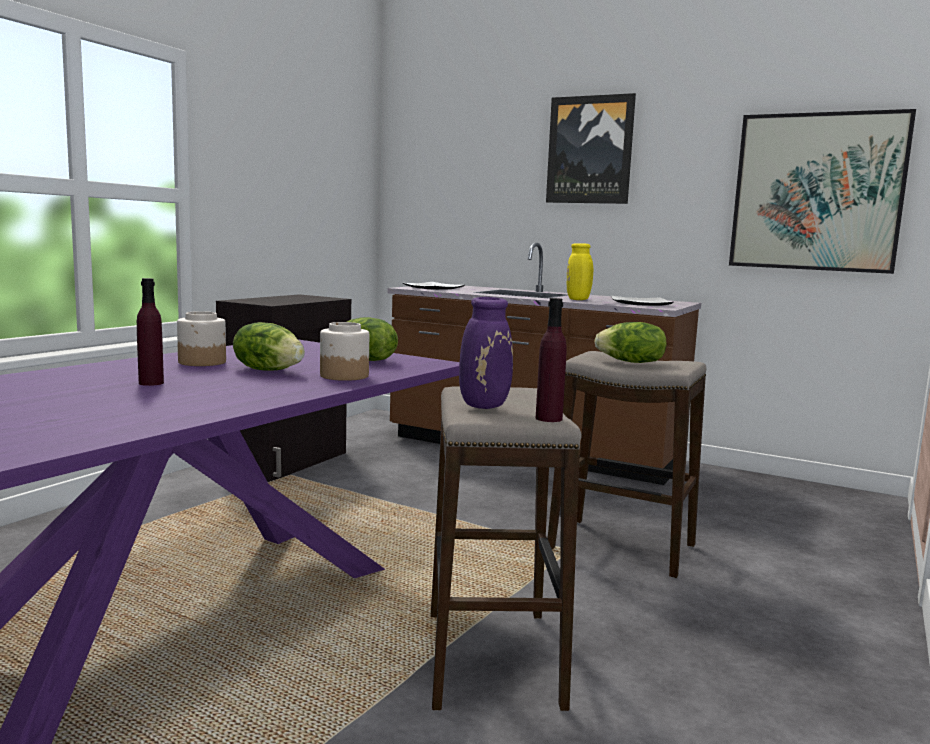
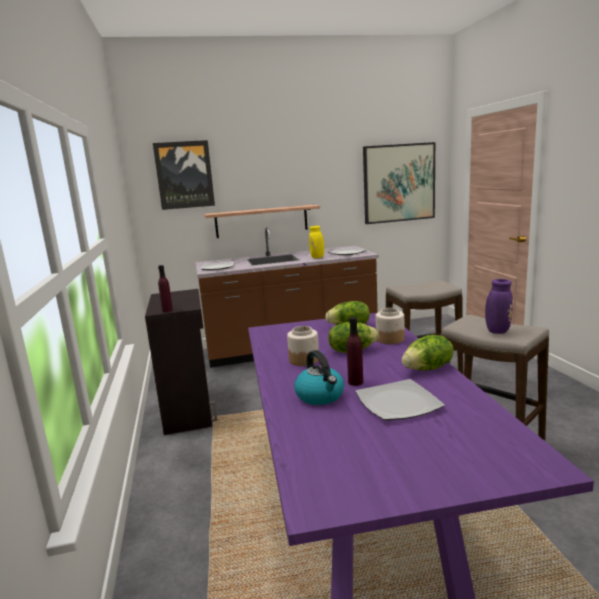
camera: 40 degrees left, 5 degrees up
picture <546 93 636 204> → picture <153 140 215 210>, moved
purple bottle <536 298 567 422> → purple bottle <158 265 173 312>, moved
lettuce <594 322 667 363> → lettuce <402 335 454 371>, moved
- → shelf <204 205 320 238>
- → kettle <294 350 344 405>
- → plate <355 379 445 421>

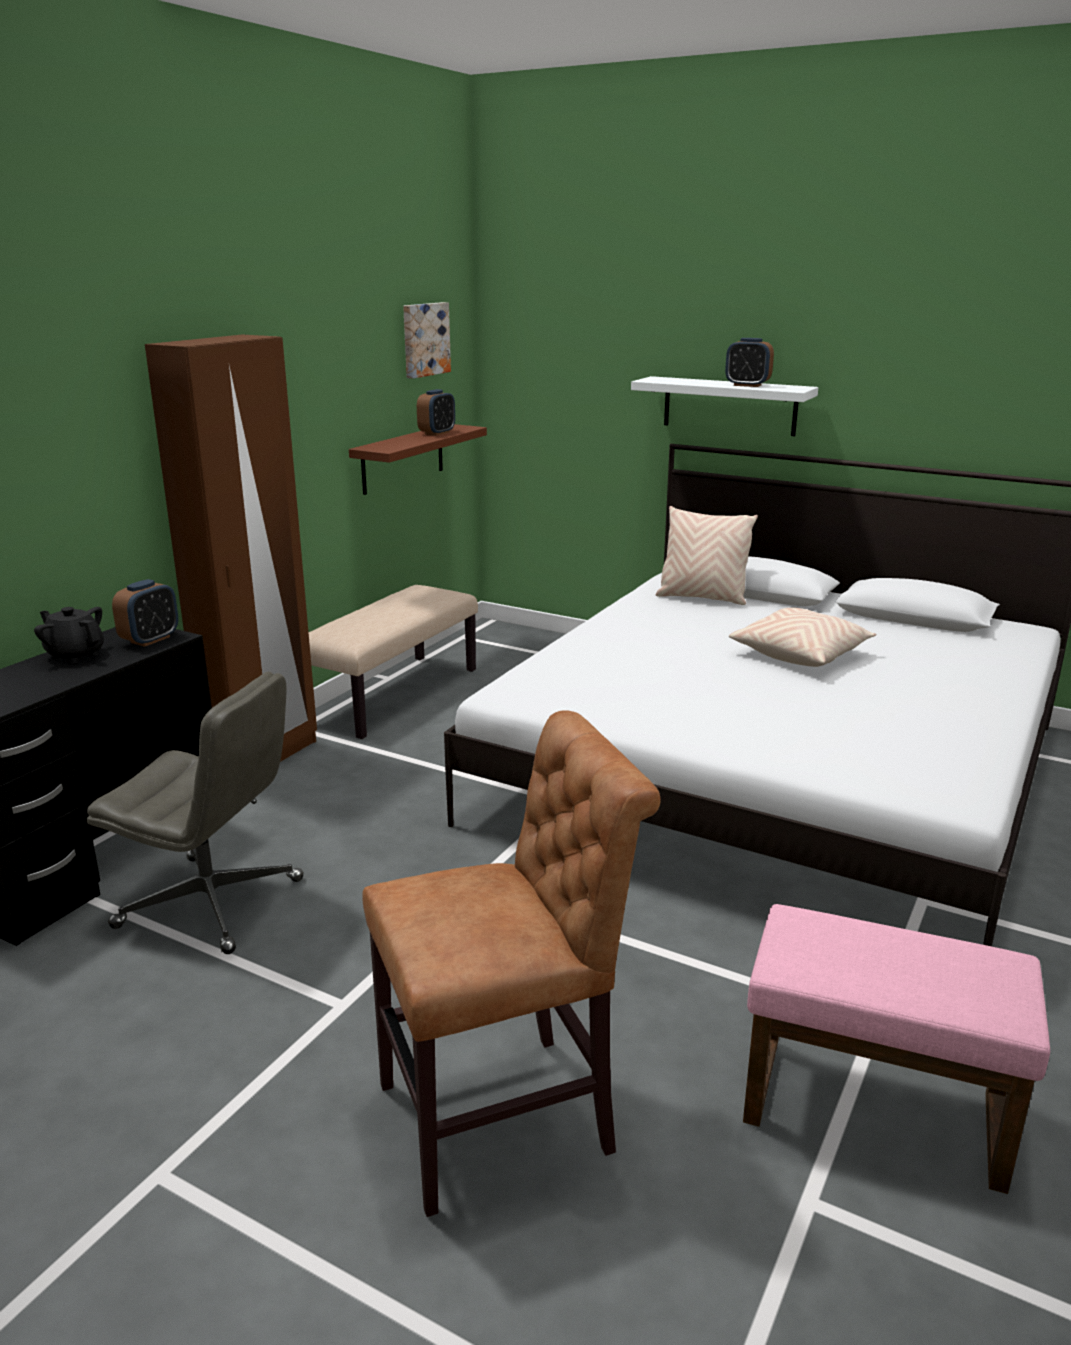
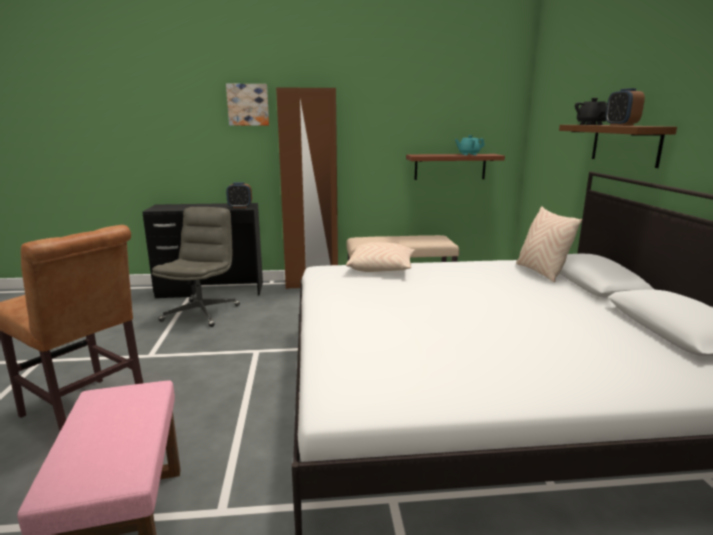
camera: 55 degrees right, 5 degrees down
picture <403 302 451 379> → picture <226 84 269 126>, moved
white shelf <631 376 818 436> → brown shelf <559 125 677 168>
alarm clock <417 389 455 436> → turquoise teapot <455 135 485 155>
black teapot <34 607 104 664> → black teapot <575 98 607 125>, moved
beige pillow <729 608 876 667> → beige pillow <346 242 416 272>, moved
grey office chair <87 672 303 954> → grey office chair <152 207 240 327>, 150 degrees counterclockwise

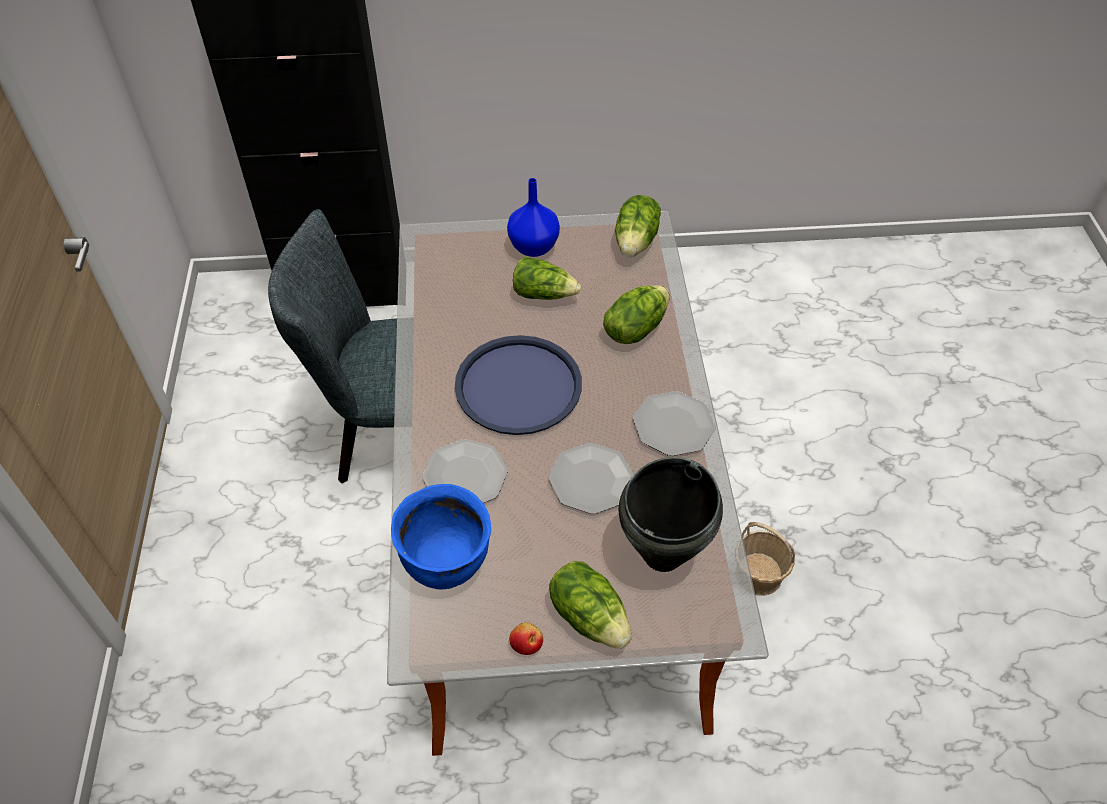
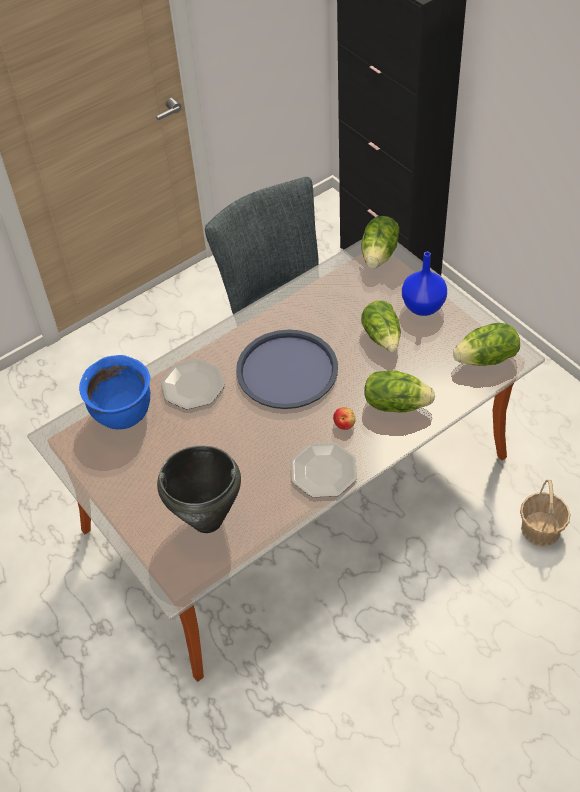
camera: 60 degrees right, 0 degrees up
plate <549 443 634 514> → -
basket <742 522 795 596> → basket <520 480 570 547>, moved
lettuce <549 561 632 649> → lettuce <361 216 399 268>, moved
apple <509 623 543 655> → apple <333 408 356 430>, moved

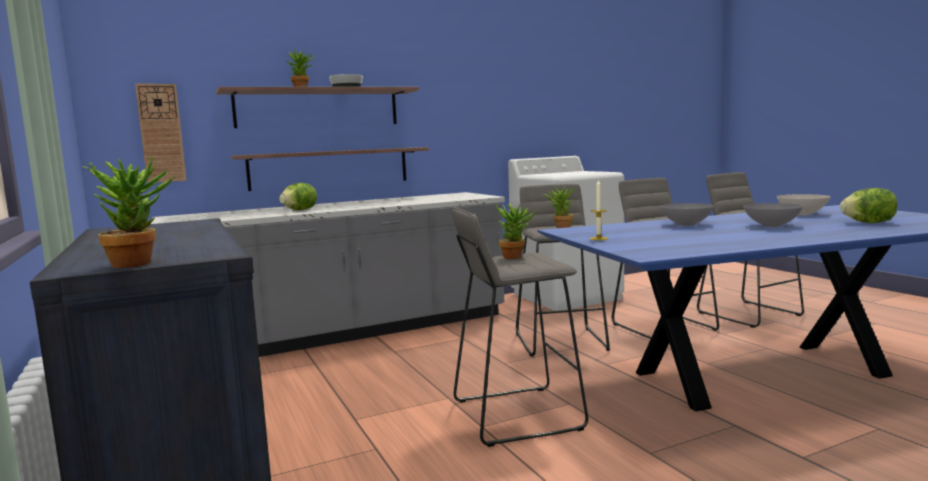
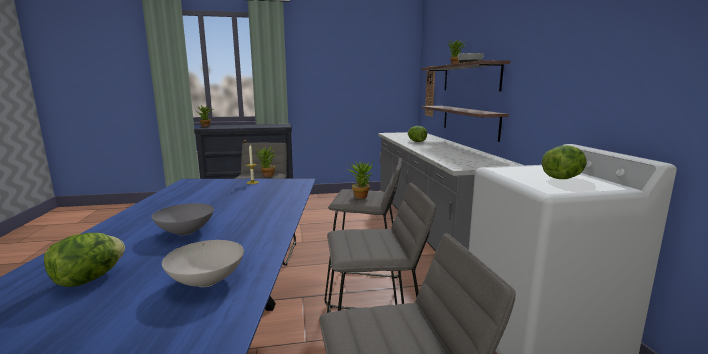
camera: 105 degrees right, 5 degrees up
grey bowl <660 203 714 226> → -
- → lettuce <542 145 587 179>

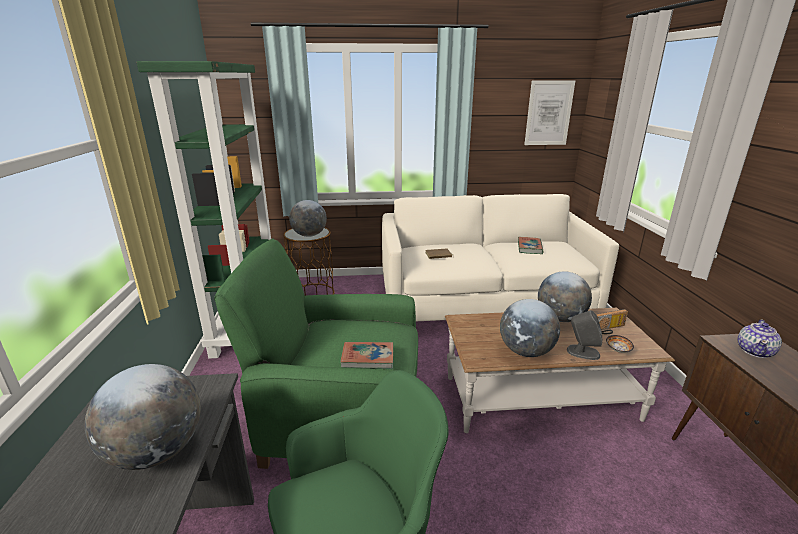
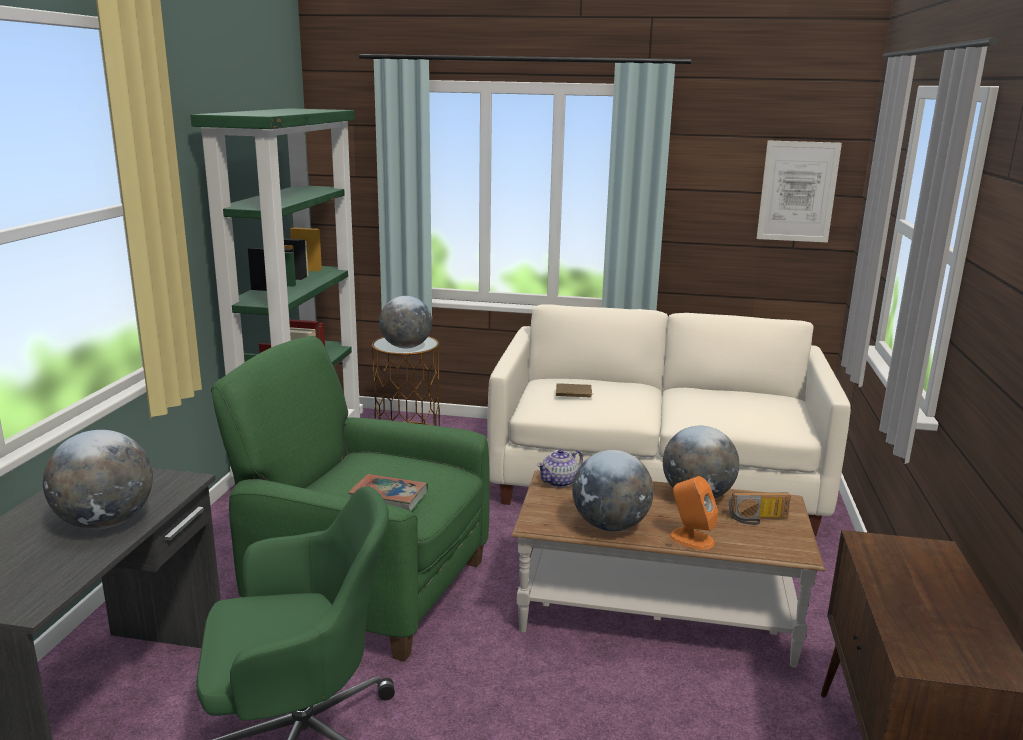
camera: 15 degrees right, 5 degrees down
book <518 237 544 254> → -
grey speaker <567 310 602 360> → orange speaker <669 476 718 550>
teapot <737 320 782 358> → teapot <537 449 583 488>, moved
bowl <606 335 634 353> → -

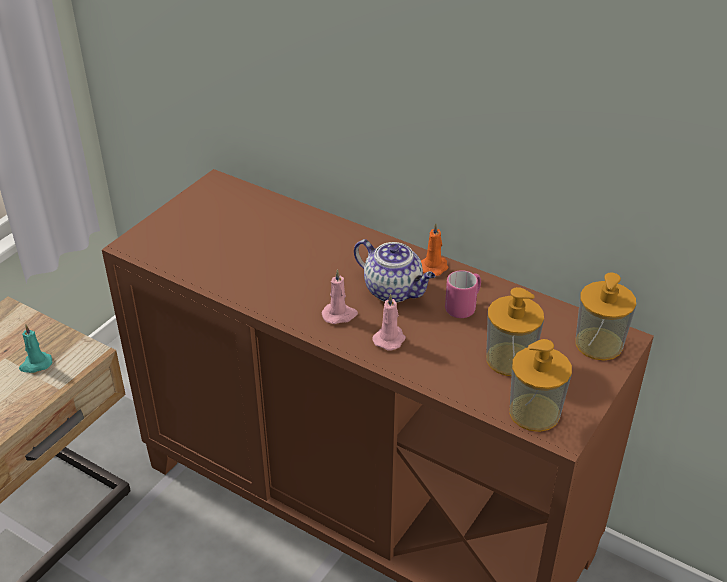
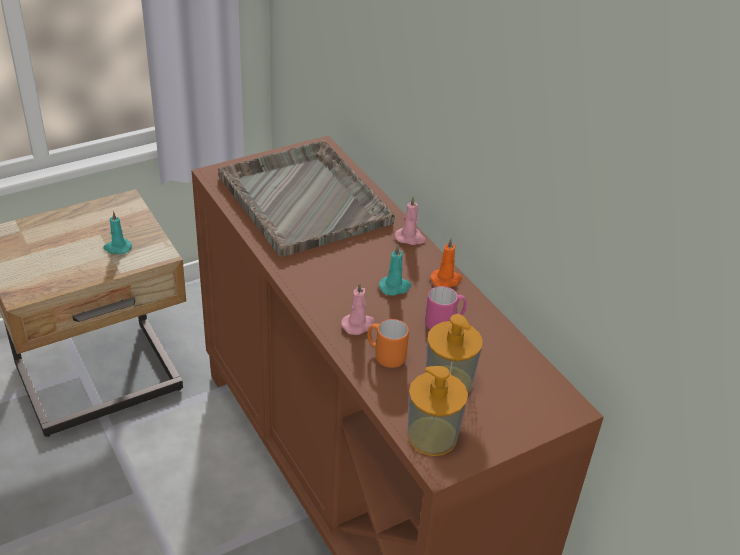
camera: 25 degrees right, 0 degrees up
teapot <354 239 435 303> → turquoise candle <379 245 412 296>
pink candle <322 269 358 324> → pink candle <395 196 426 245>, moved
soap dispenser <576 272 636 360> → -
- → grey tray <218 141 395 257>
- → orange mug <367 319 409 368>

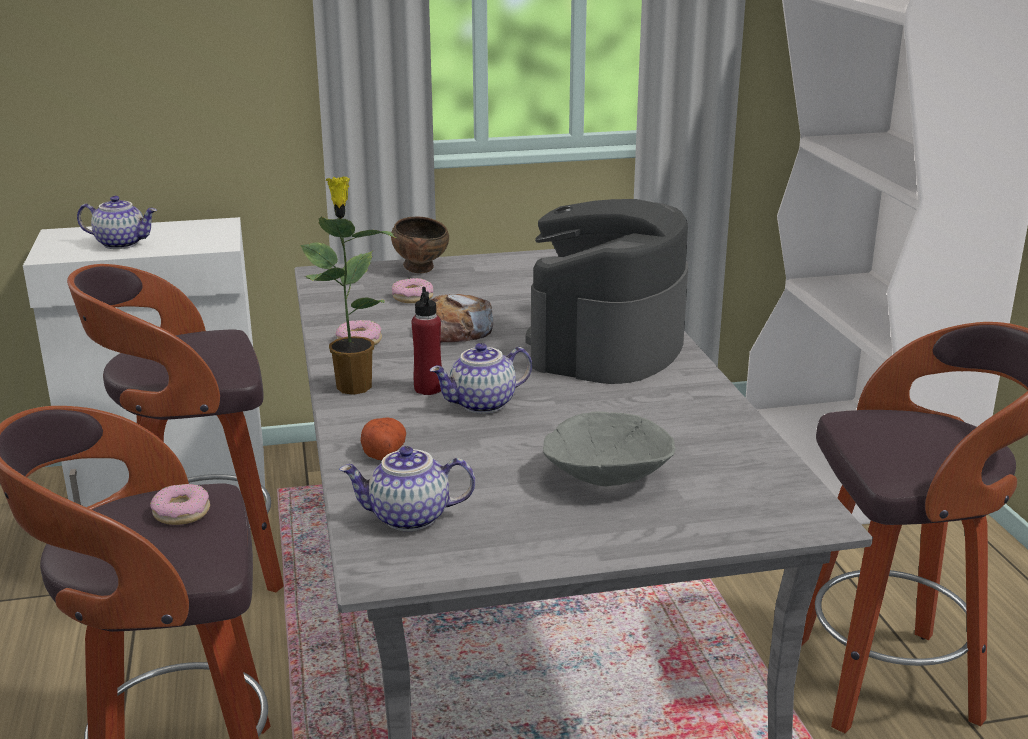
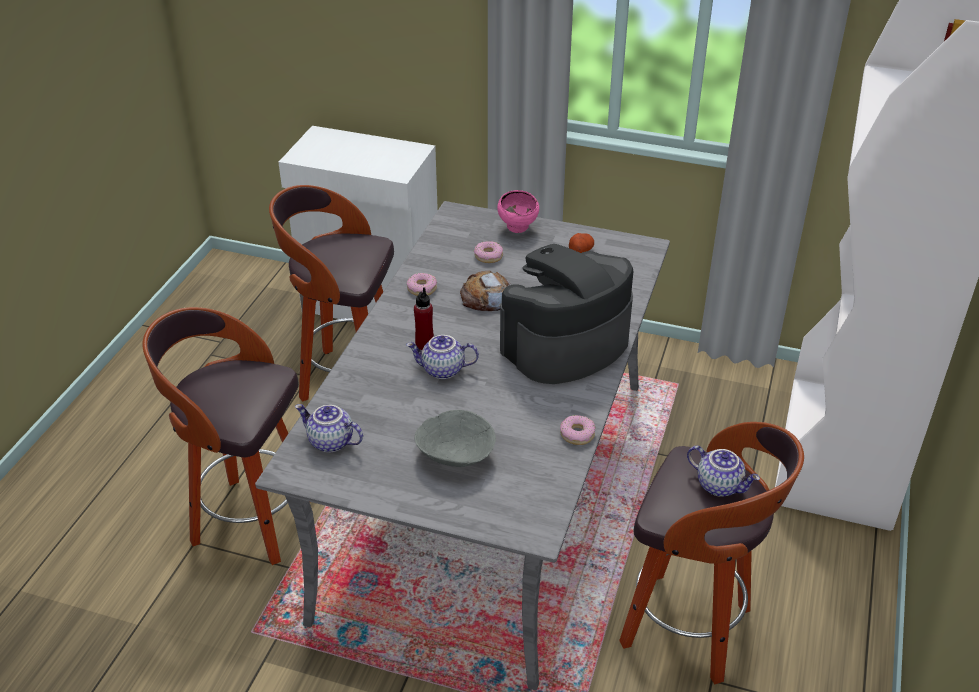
camera: 30 degrees right, 15 degrees up
potted plant <300 176 396 395> → -
teapot <77 196 157 249> → teapot <687 446 760 497>, moved
brown bowl <391 216 449 273> → pink bowl <497 190 539 233>
potato <361 418 406 460> → potato <569 233 594 253>, moved
donut <150 484 210 525> → donut <560 415 595 445>, moved

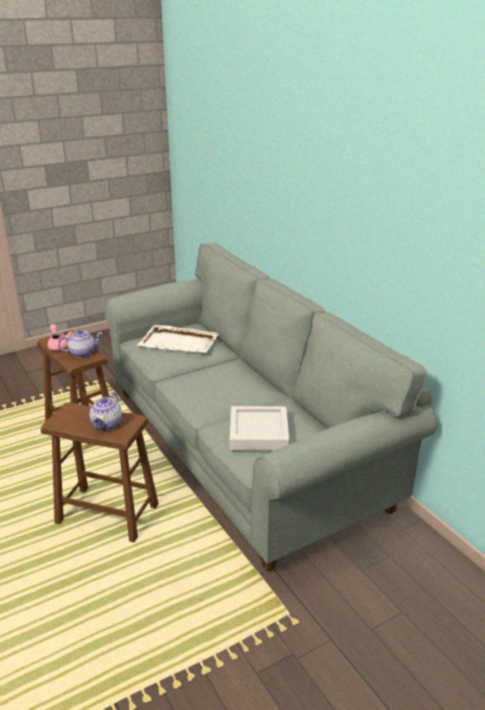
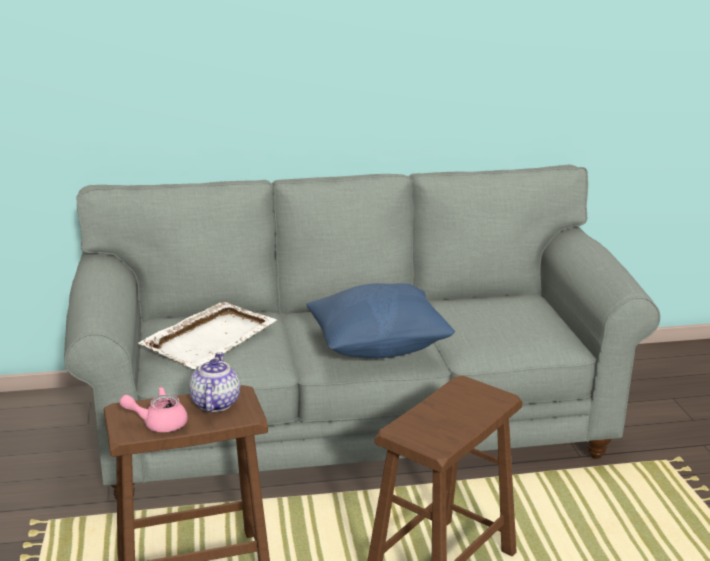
camera: 70 degrees left, 5 degrees down
teapot <89 392 122 430> → -
grey tray <230 406 290 451> → -
- → blue pillow <306 283 455 358>

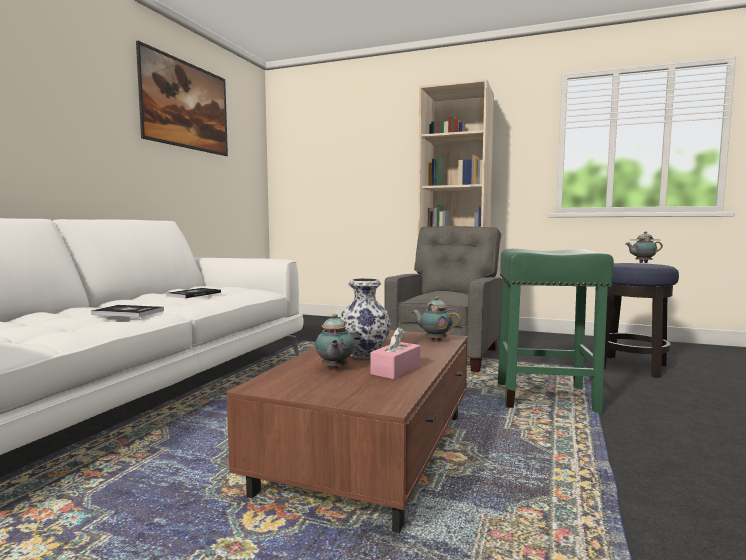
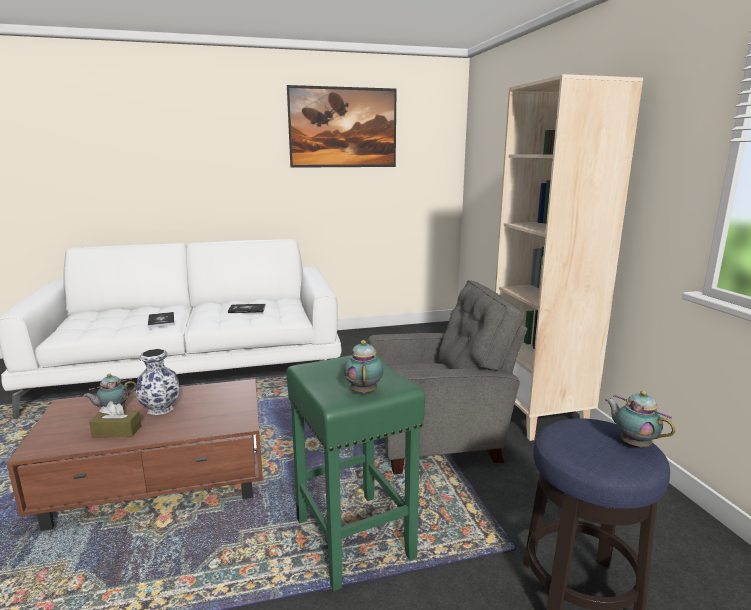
camera: 55 degrees right, 10 degrees up
teapot <412 296 461 341> → teapot <344 340 383 394>, moved
pink tissue box <370 327 420 379> → brown tissue box <89 401 142 437>

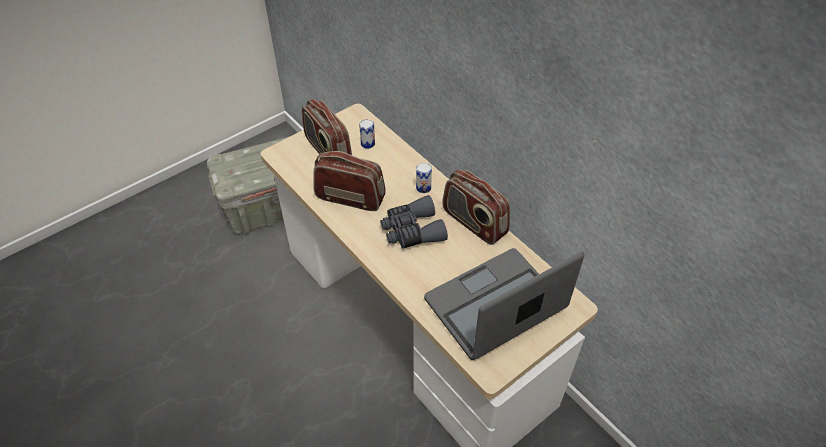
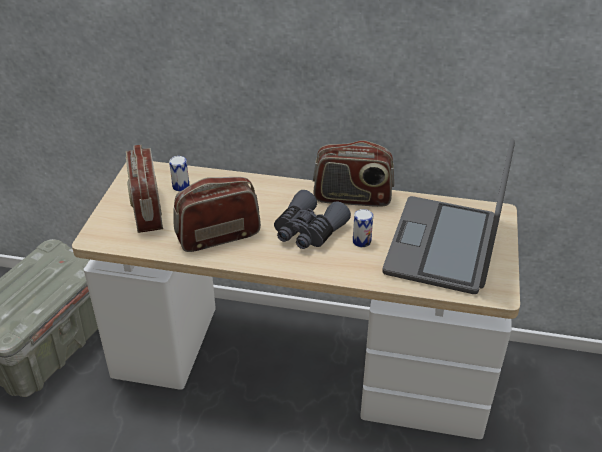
camera: 40 degrees left, 10 degrees down
radio <302 99 352 155> → radio <126 145 163 233>, 60 degrees clockwise
can <416 163 432 193> → can <353 209 373 247>, moved

